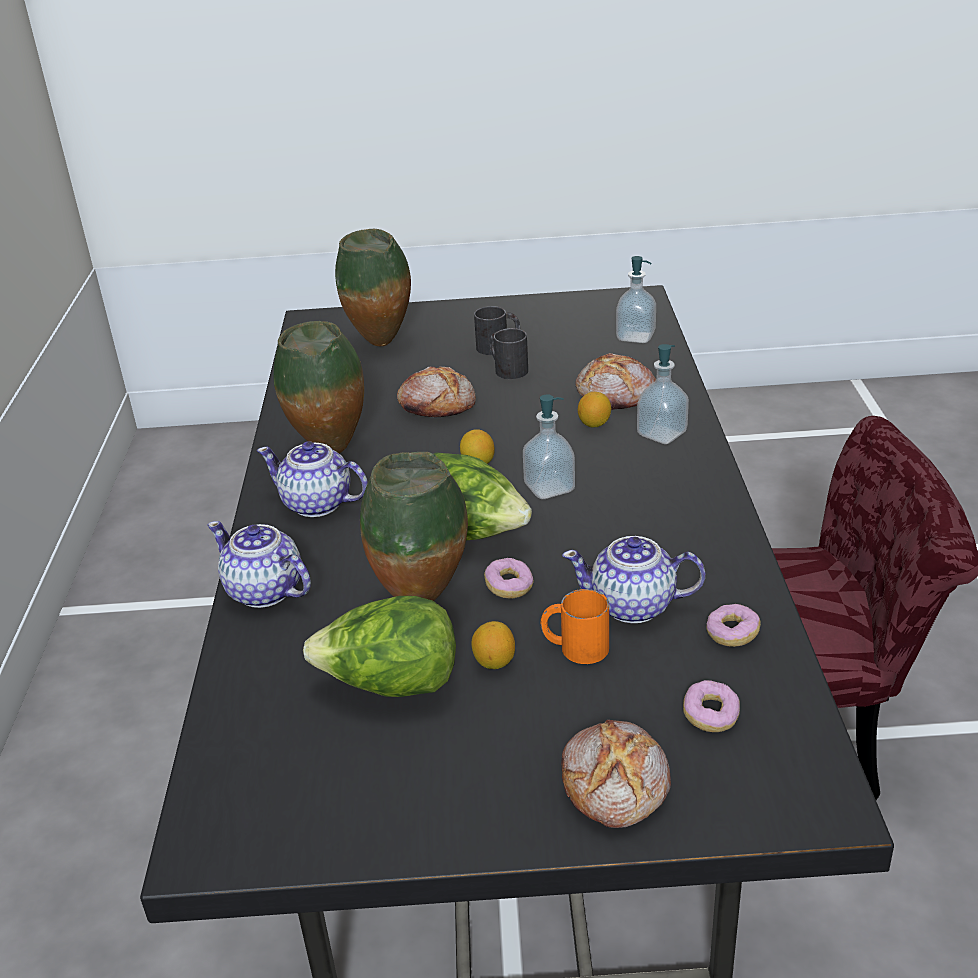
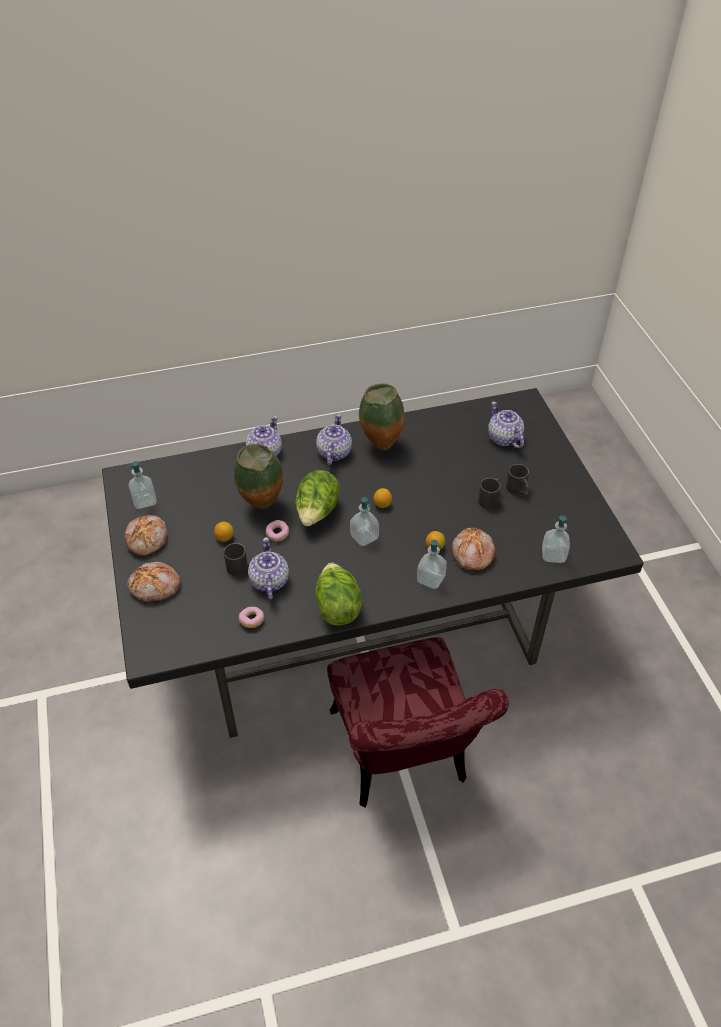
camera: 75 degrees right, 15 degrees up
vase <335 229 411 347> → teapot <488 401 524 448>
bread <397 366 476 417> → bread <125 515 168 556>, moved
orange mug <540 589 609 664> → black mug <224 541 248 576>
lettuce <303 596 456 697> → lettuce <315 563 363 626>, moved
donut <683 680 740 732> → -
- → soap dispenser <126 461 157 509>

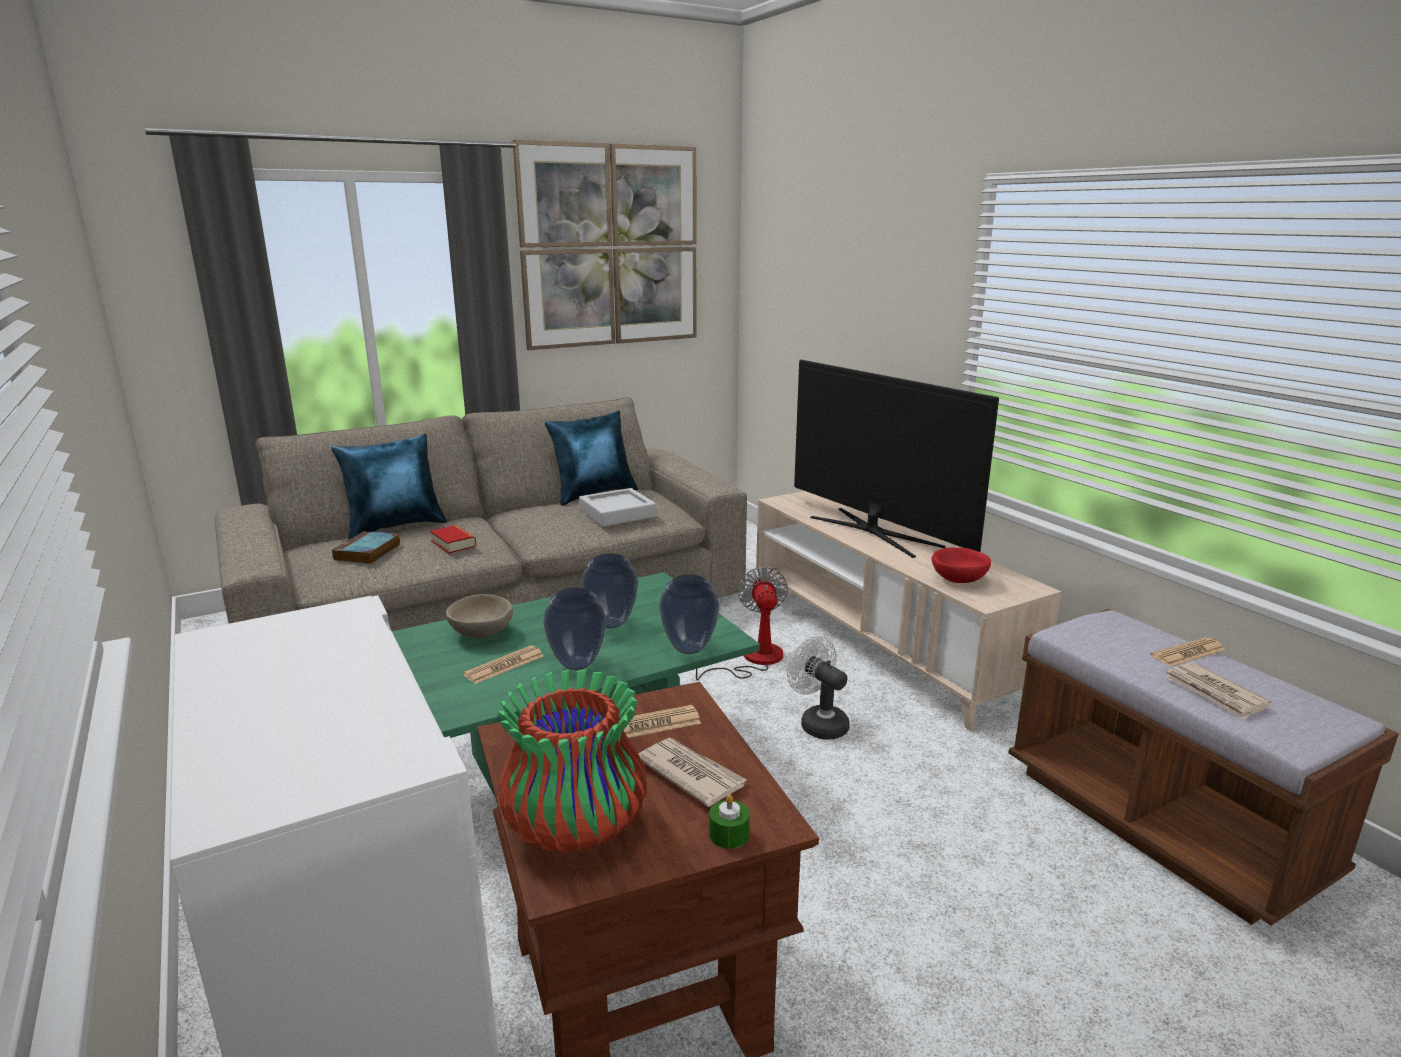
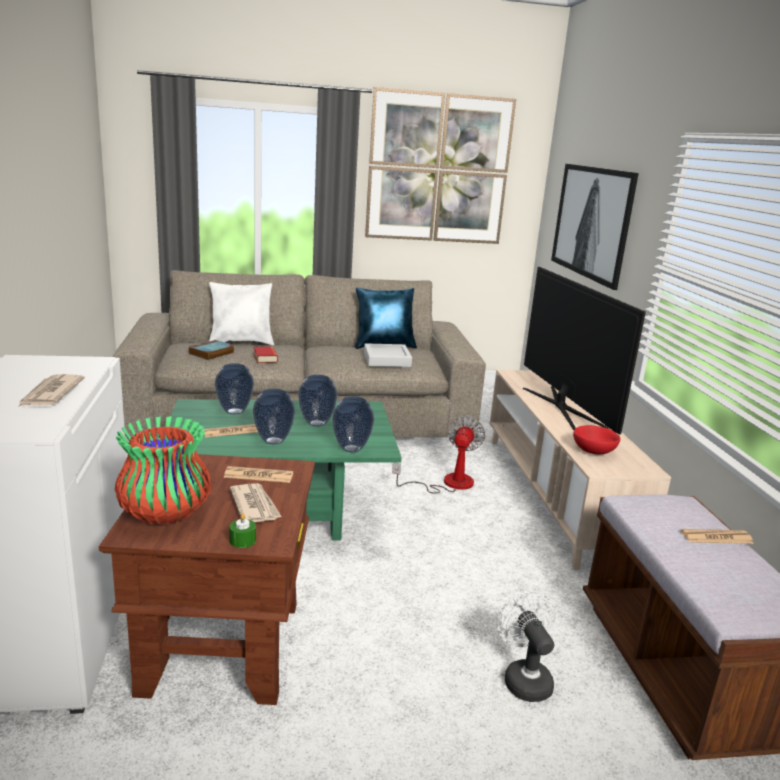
camera: 20 degrees right, 0 degrees up
blue pillow <332 434 447 540> → white pillow <209 282 274 345>
beige bowl <446 594 513 638> → vase <215 364 254 414>
white fan <787 636 850 739> → white fan <497 591 556 702>, moved
newspaper <1164 662 1271 720> → newspaper <18 374 85 407>, moved
- → picture <551 164 639 290>

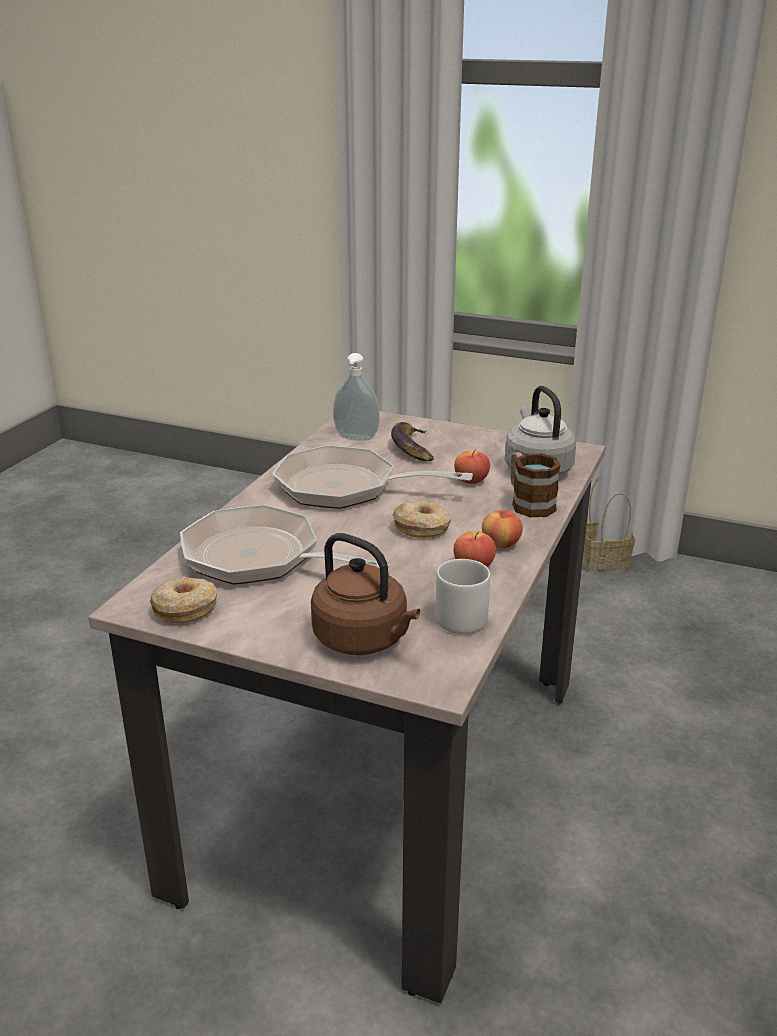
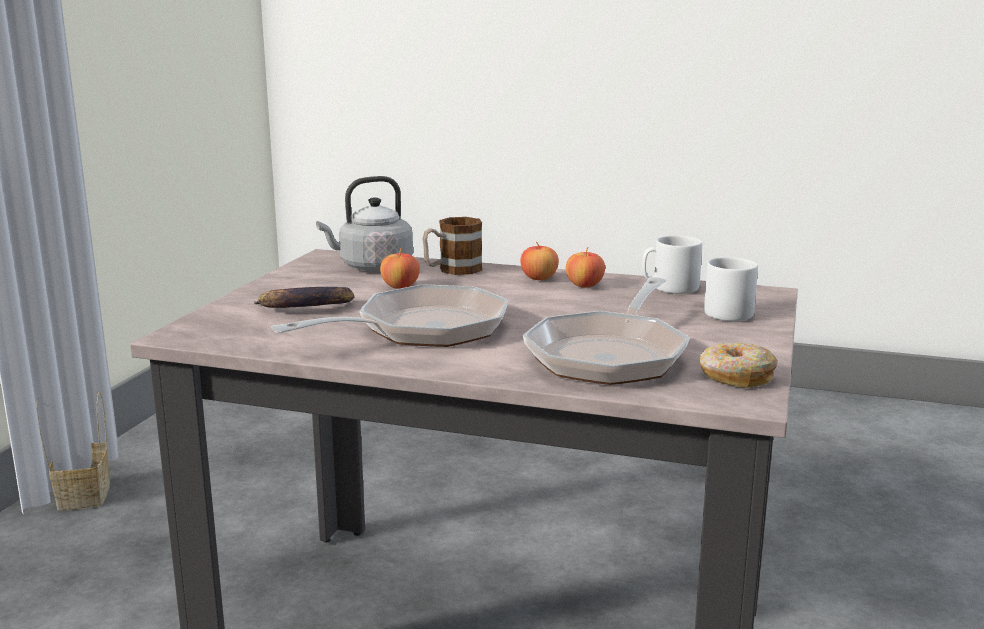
camera: 95 degrees left, 10 degrees down
soap dispenser <333 353 380 441> → -
frying pan <272 445 473 509> → frying pan <271 284 508 347>, 135 degrees counterclockwise
donut <393 501 451 538> → -
brown kettle <311 533 420 655> → grey mug <704 257 758 321>

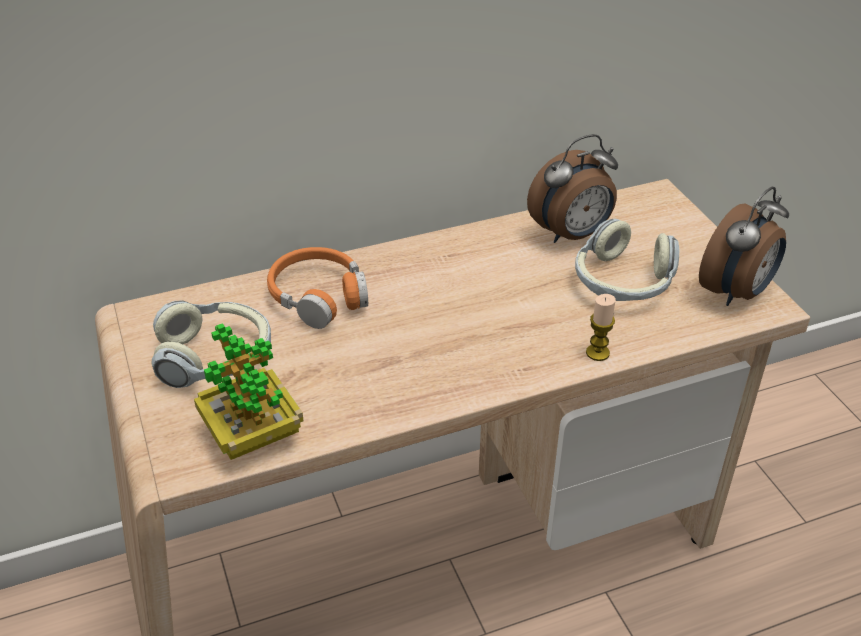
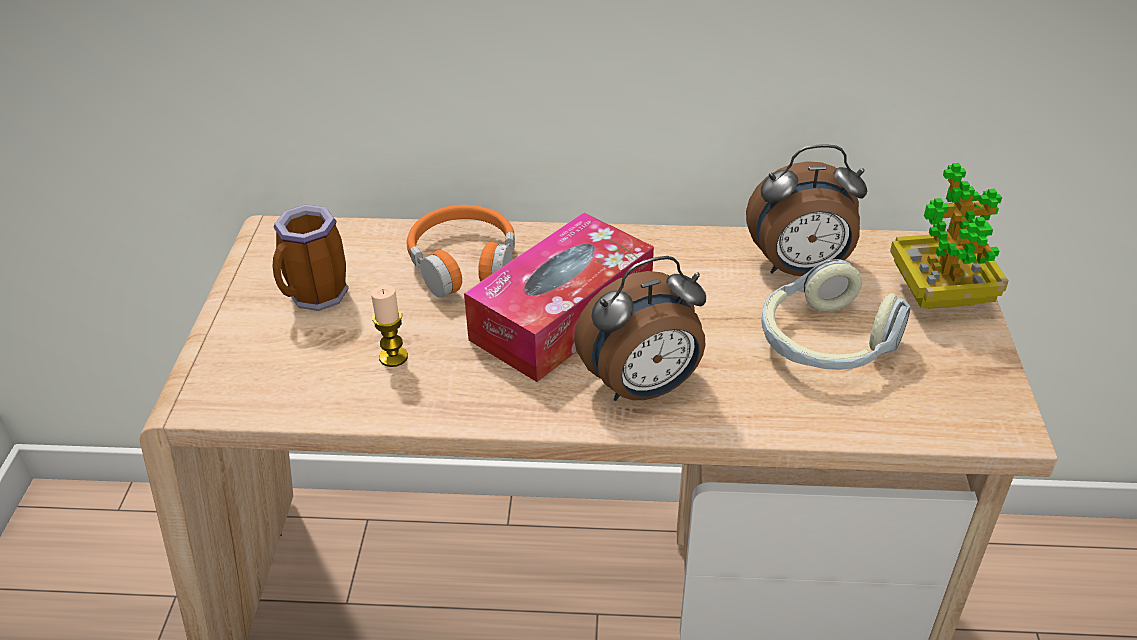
camera: 25 degrees right, 0 degrees up
alarm clock <699 187 789 306> → alarm clock <574 256 706 401>, moved
candle <586 294 616 361> → candle <371 285 408 367>, moved
headphones <152 300 271 388> → mug <272 204 349 311>
potted plant <194 323 304 460> → potted plant <890 163 1008 309>, moved
- → tissue box <464 212 654 382>

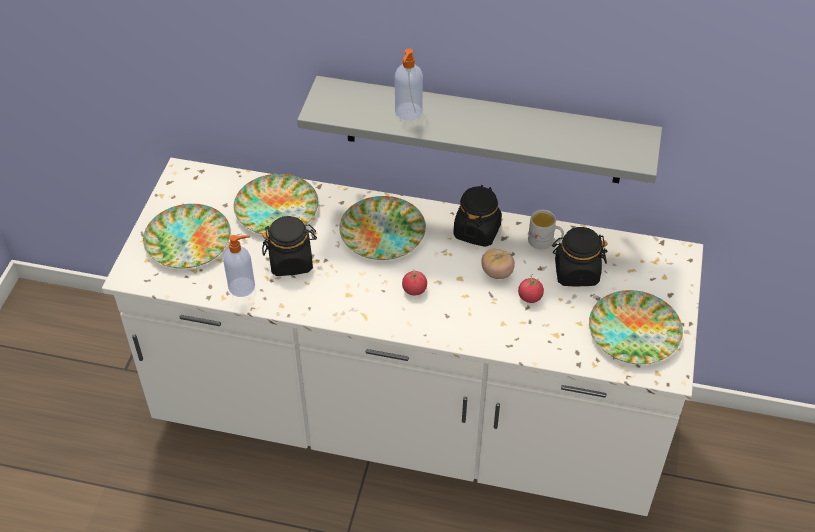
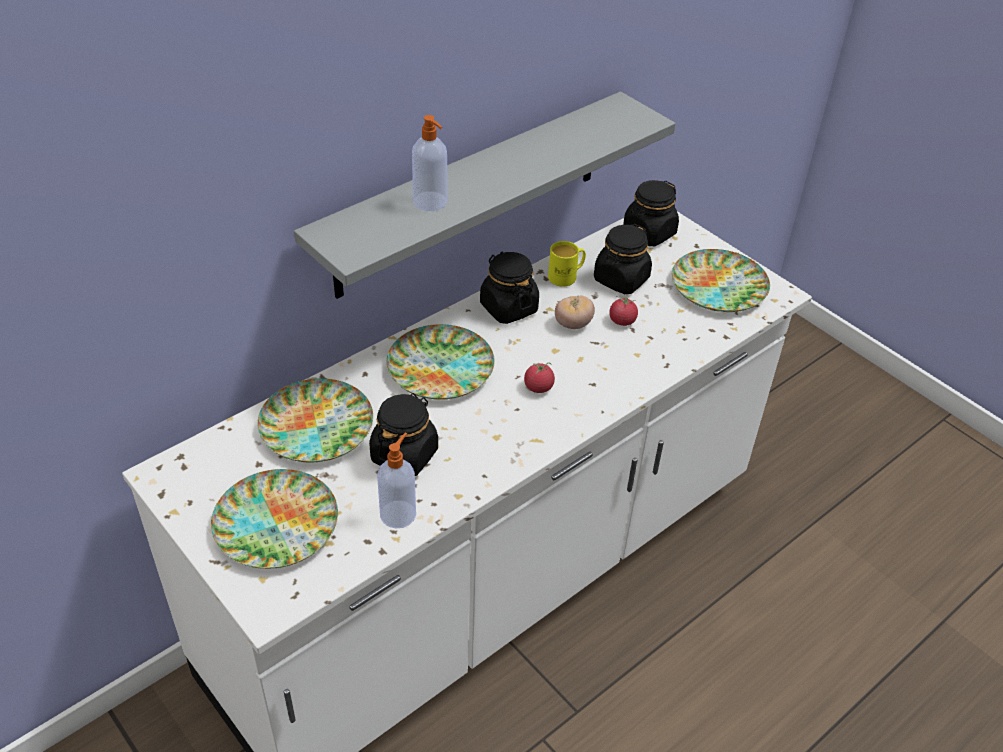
camera: 55 degrees left, 5 degrees down
white mug <528 210 564 249> → yellow mug <548 241 586 287>
- → black jar <623 180 679 246>

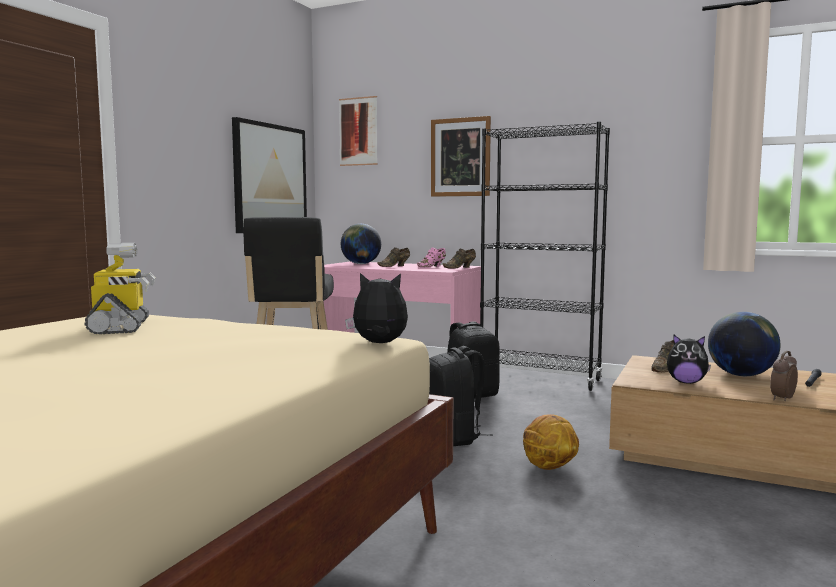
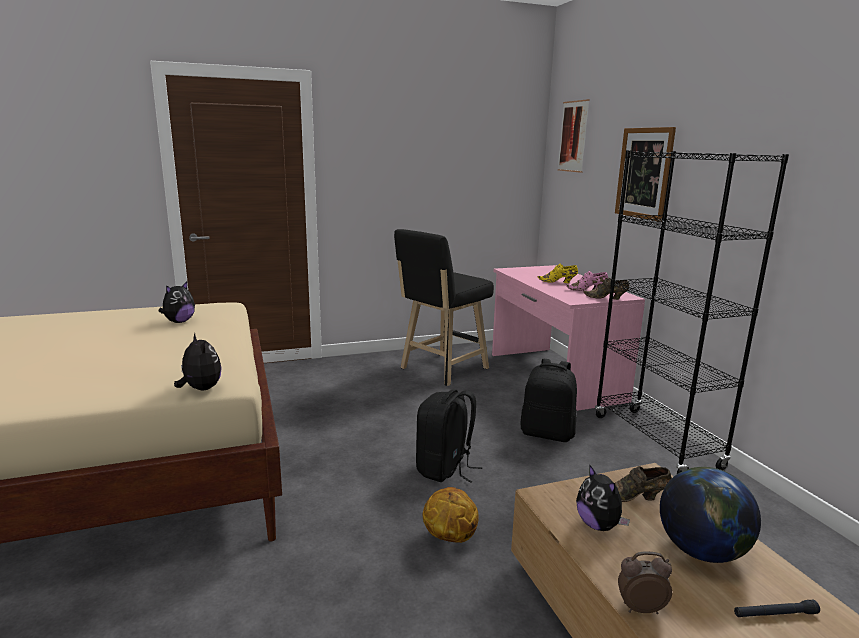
camera: 45 degrees right, 10 degrees up
picture <232 117 307 233> → -
globe <341 224 381 264> → -
toy robot <84 243 156 334> → plush toy <158 281 195 323>
brown shoe <377 247 410 267> → yellow shoe <538 264 578 283>

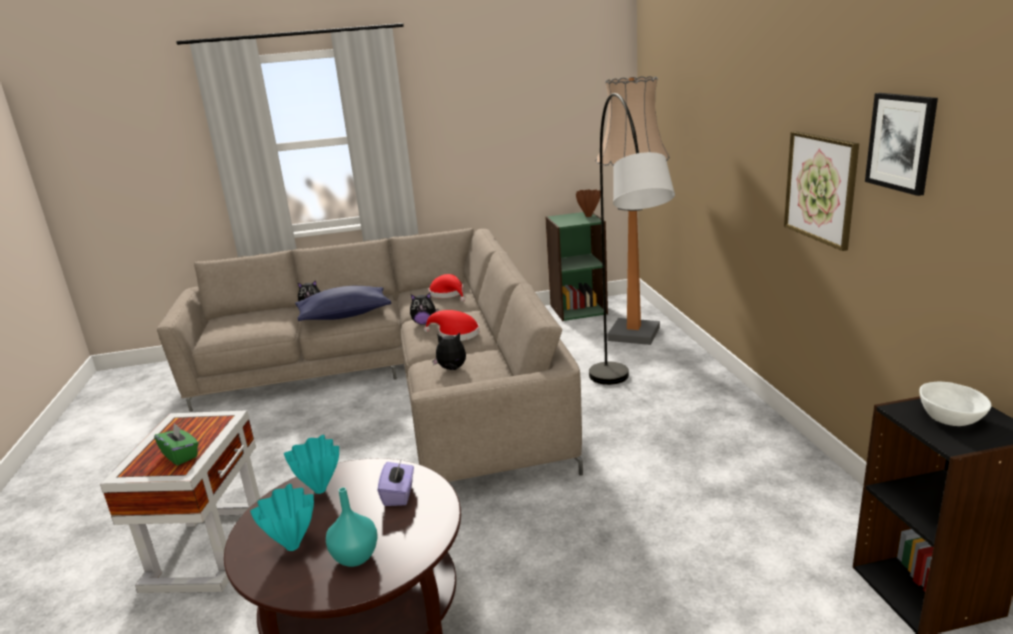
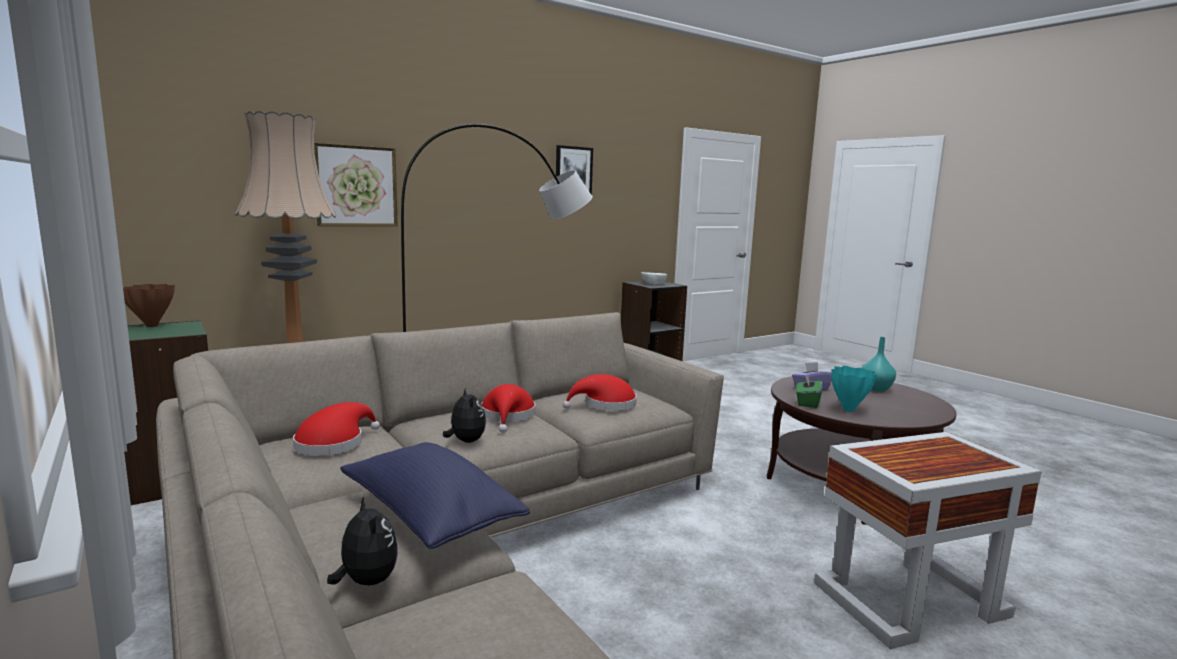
camera: 115 degrees left, 10 degrees down
picture <784 131 859 251> → picture <314 143 398 226>, moved
plush toy <432 333 466 370> → red hat <563 374 637 411>
green tissue box <154 423 198 465> → green tissue box <796 373 823 408>, moved
turquoise vase <250 484 314 551> → -

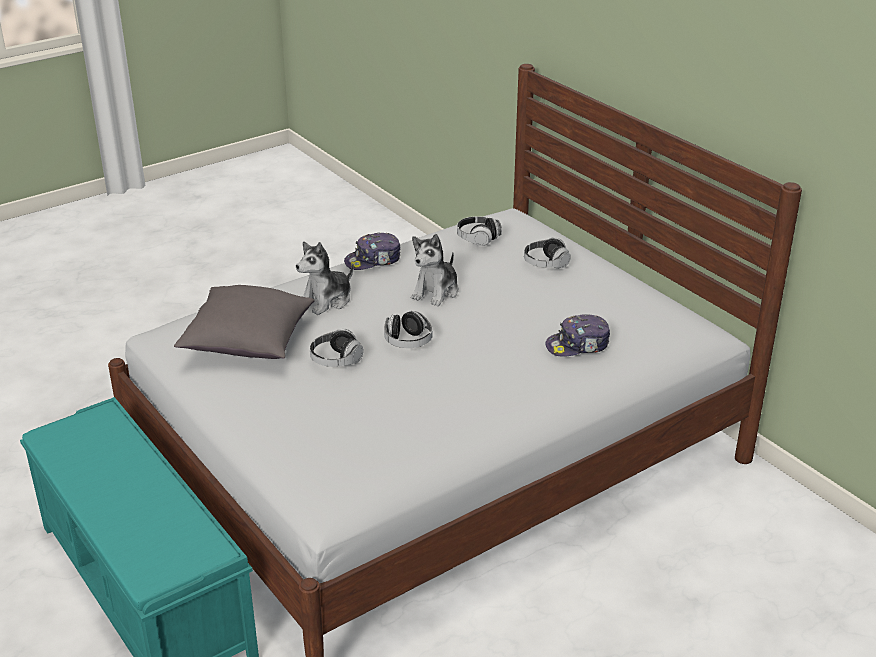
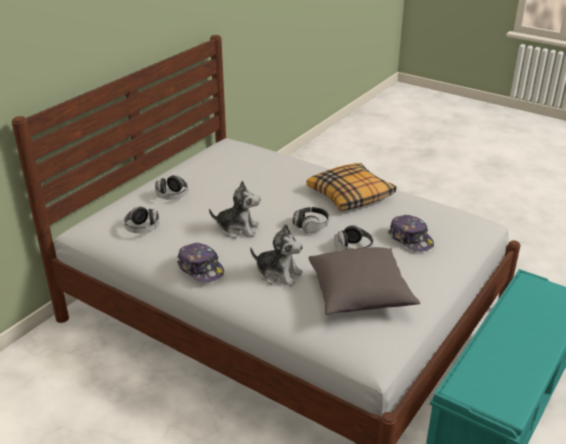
camera: 110 degrees left, 0 degrees up
cap <545 314 610 357> → cap <388 215 434 252>, moved
- → pillow <307 163 396 211>

